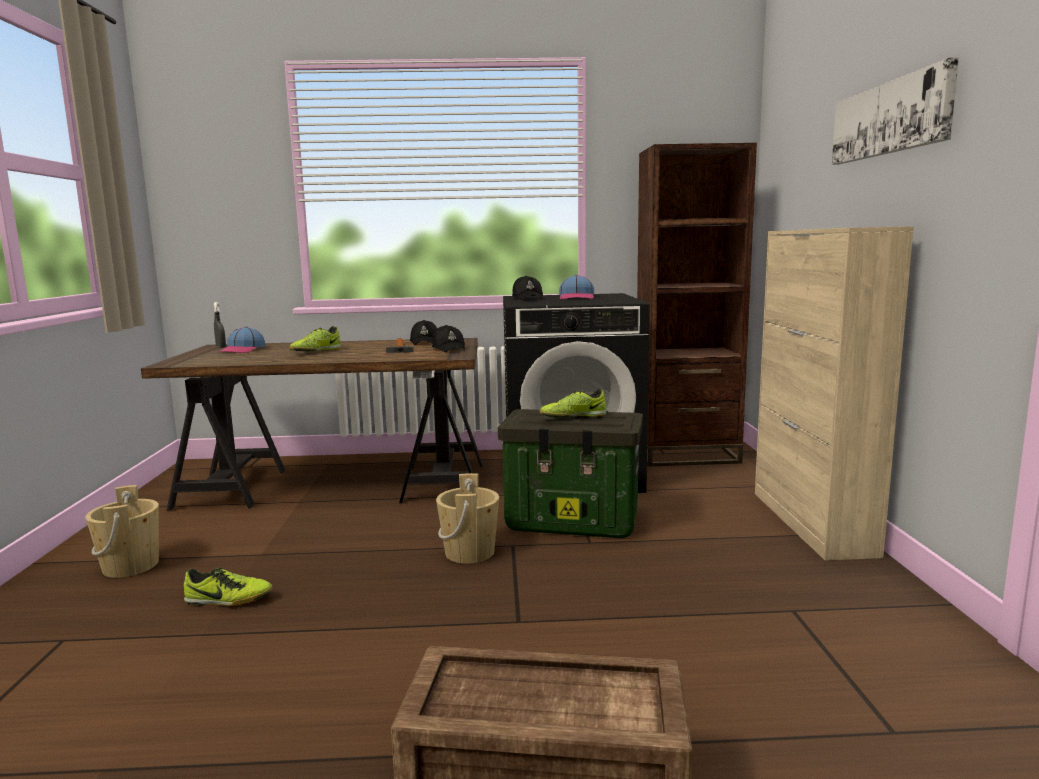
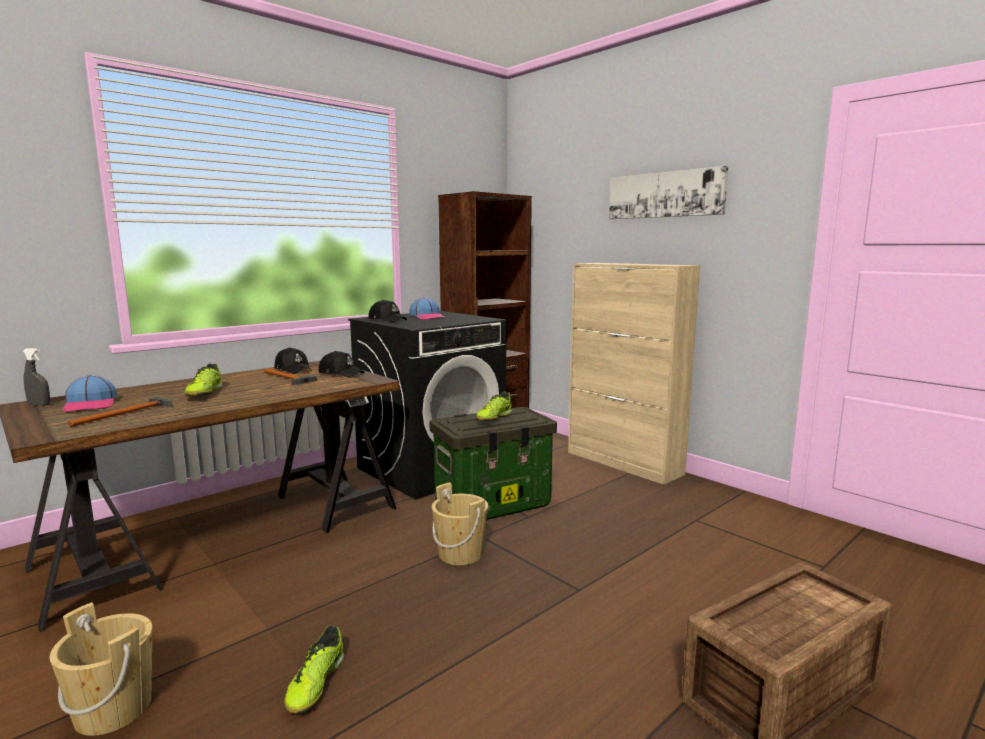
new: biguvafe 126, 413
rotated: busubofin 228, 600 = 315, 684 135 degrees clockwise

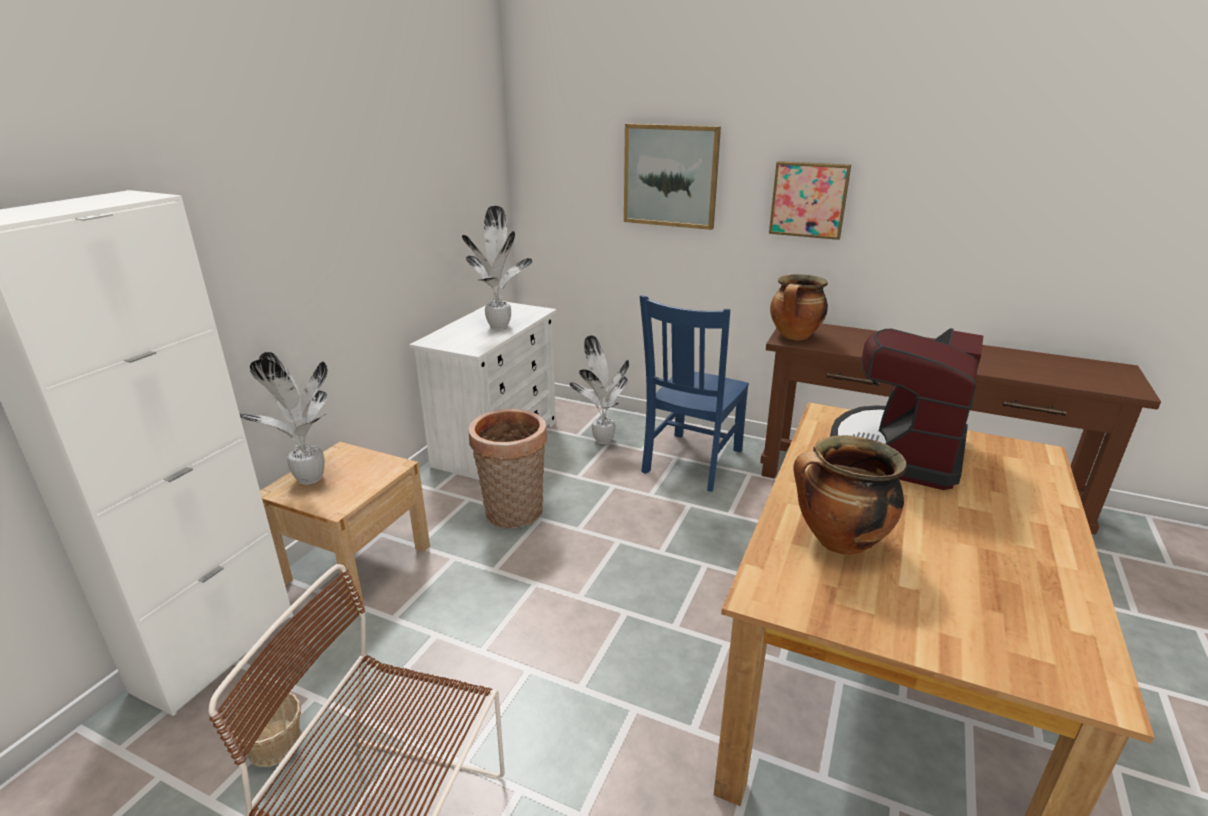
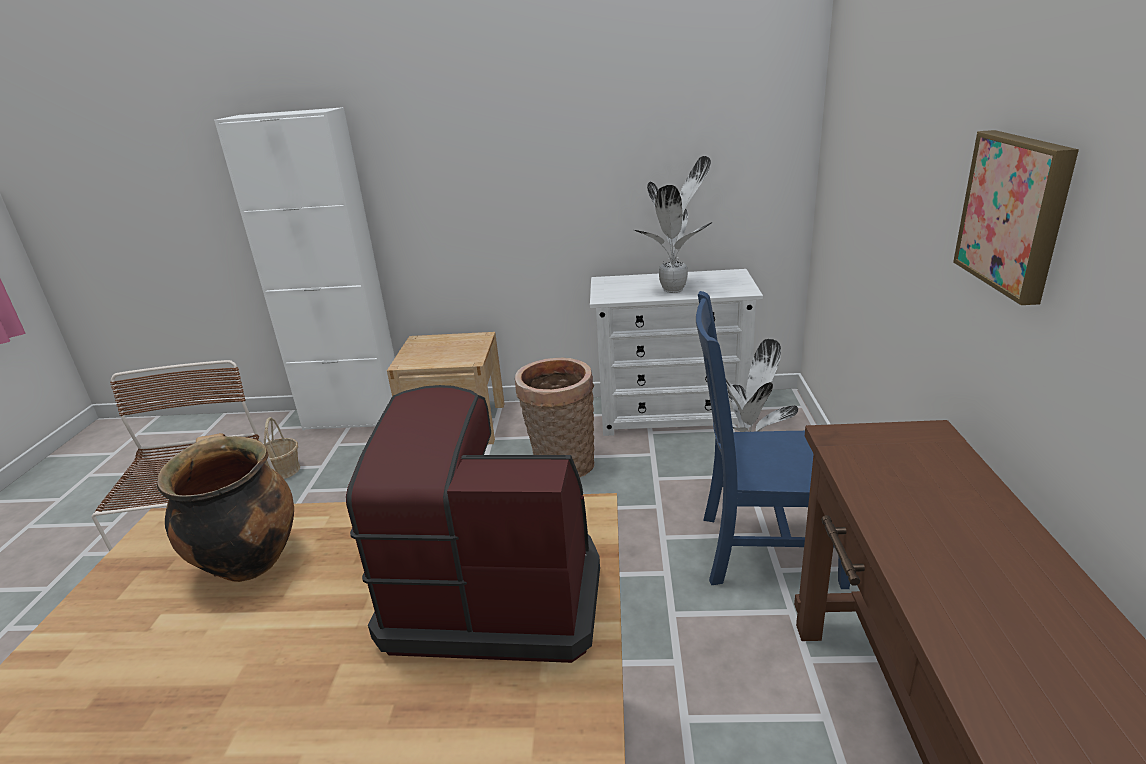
gone: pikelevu 308, 480; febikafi 671, 176; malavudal 795, 337

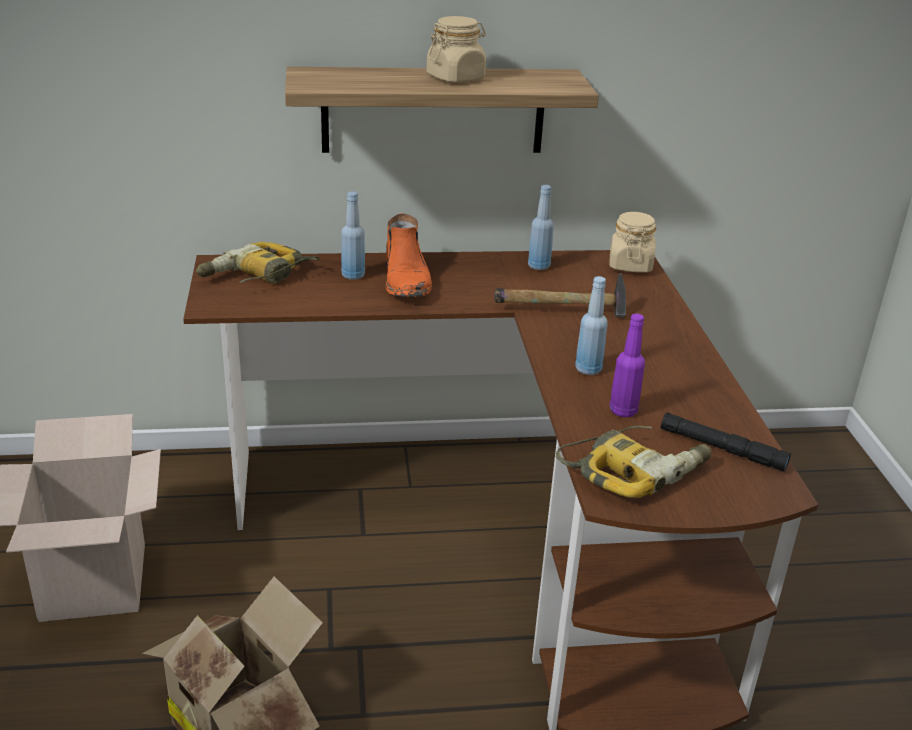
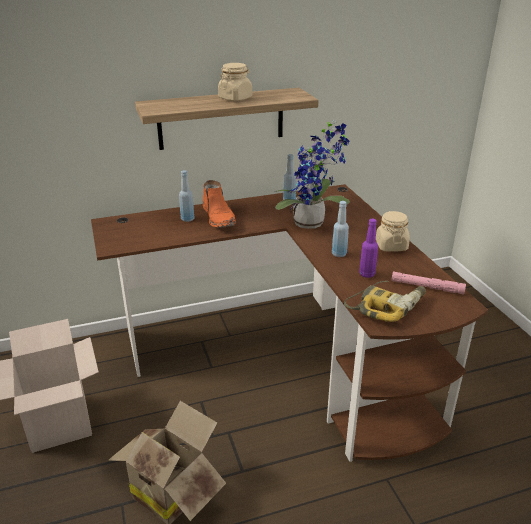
gone: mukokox 257, 276
shifted: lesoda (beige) 630, 265 to 391, 246
swapped: biguvafe 563, 311 to pikelevu 312, 224
repainted: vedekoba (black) 722, 449 to vedekoba (pink) 427, 287

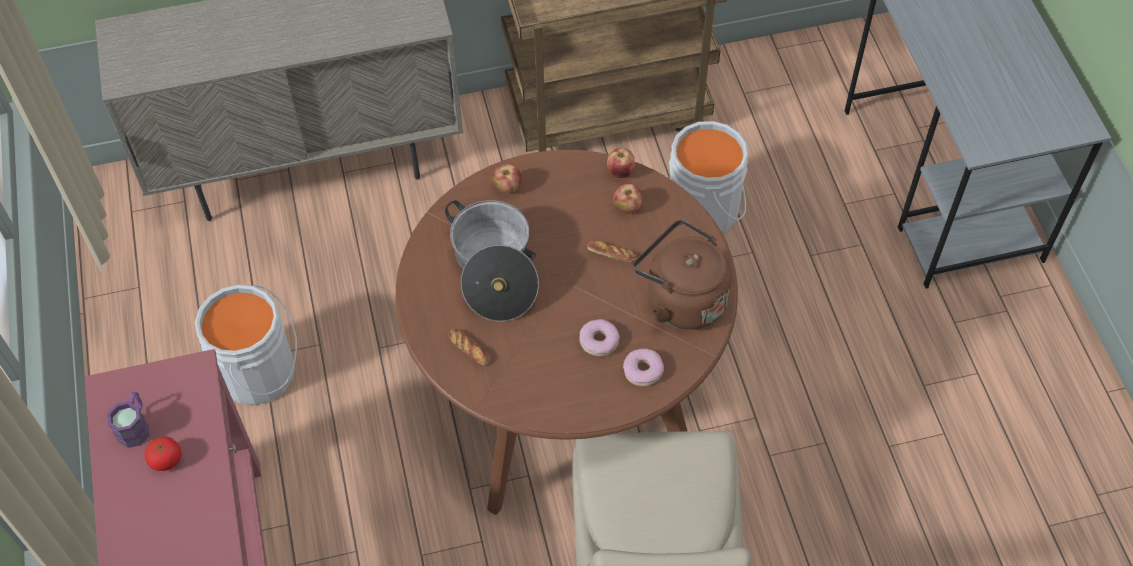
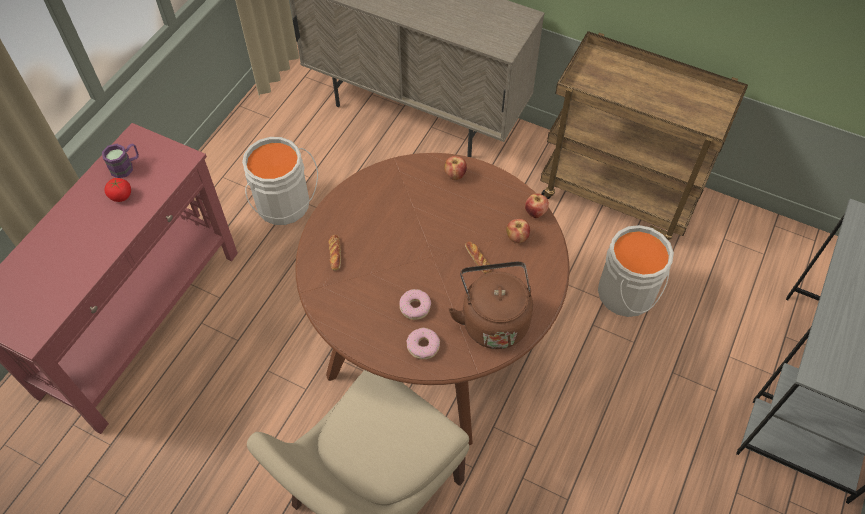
gone: malavudal 494, 271

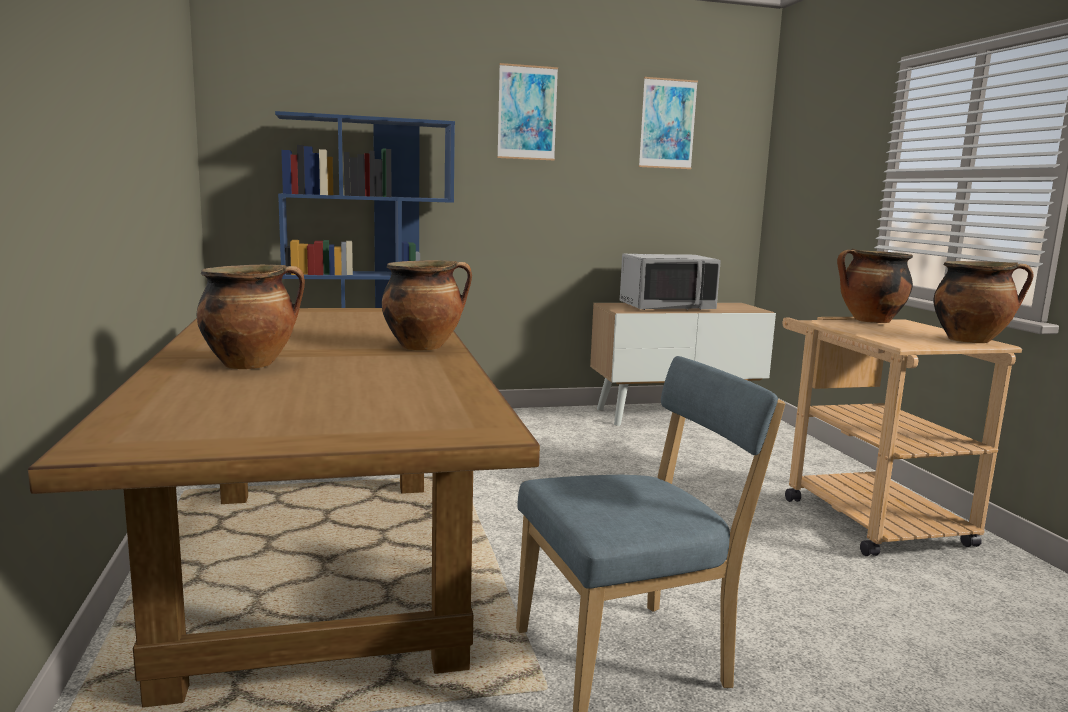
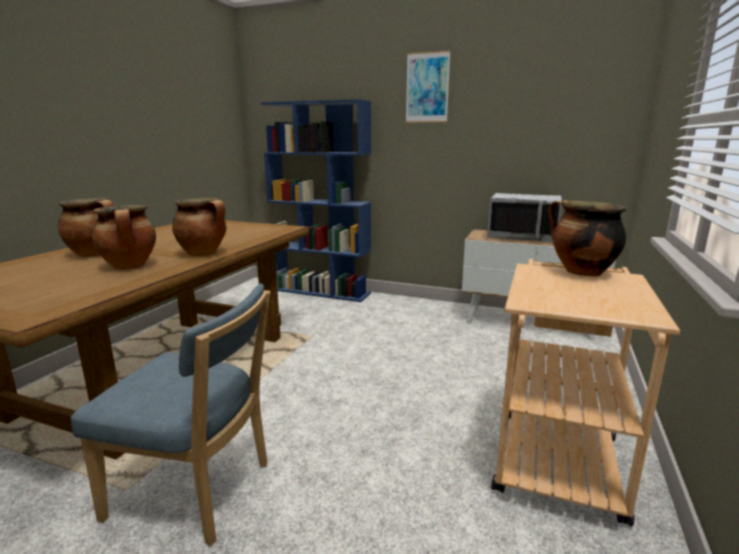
gone: febikafi 667, 124
shifted: malavudal 971, 340 to 130, 266

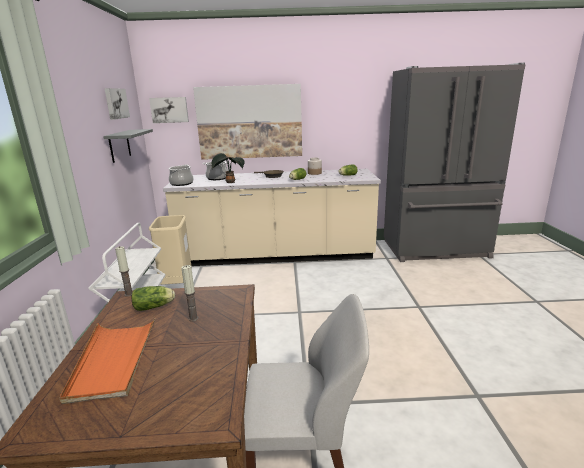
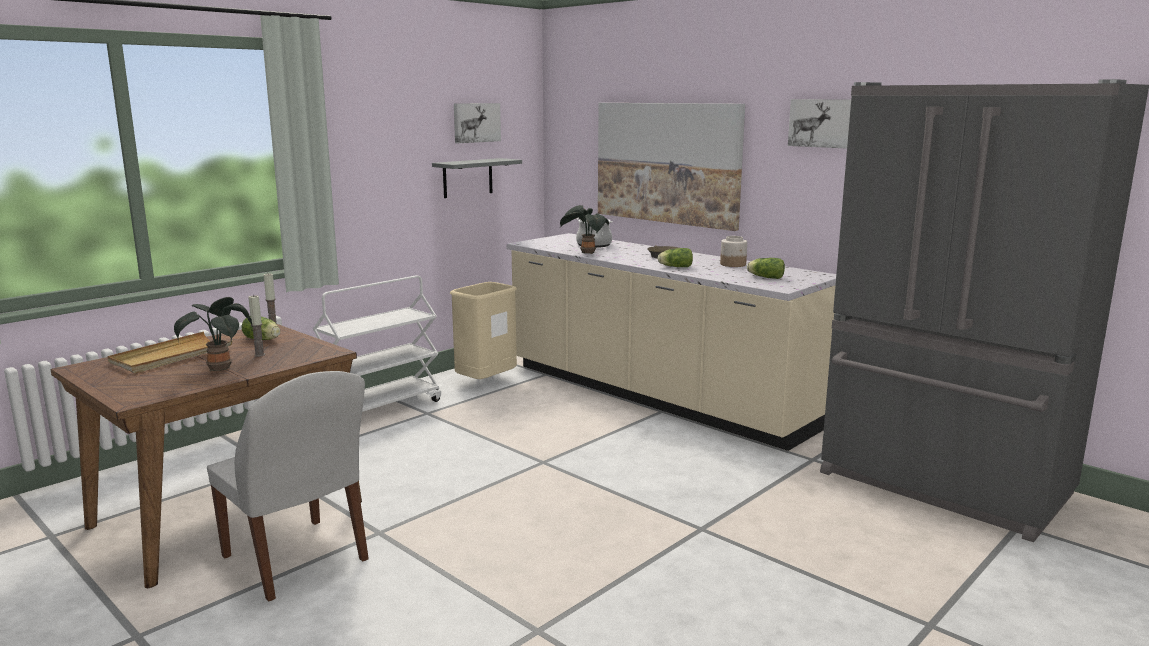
gone: malavudal 181, 183
new: pikelevu 220, 368
shifted: febikafi 169, 110 to 823, 123
repainted: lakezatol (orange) 113, 360 to lakezatol (beige) 171, 356

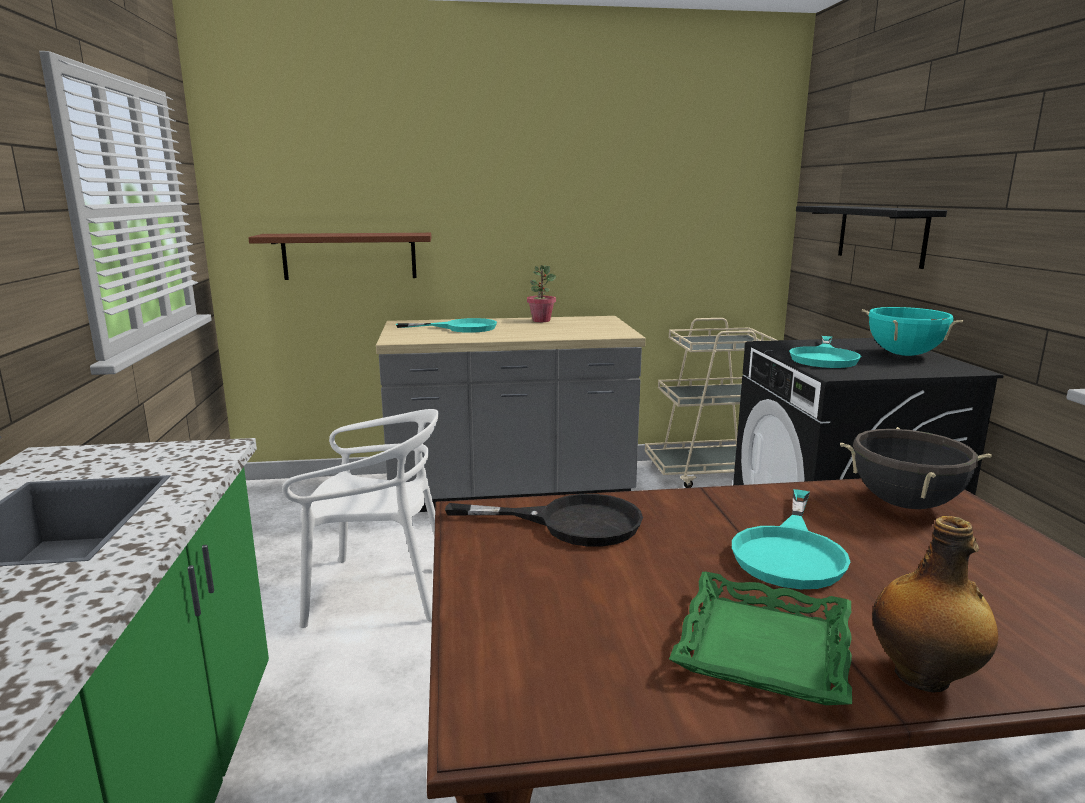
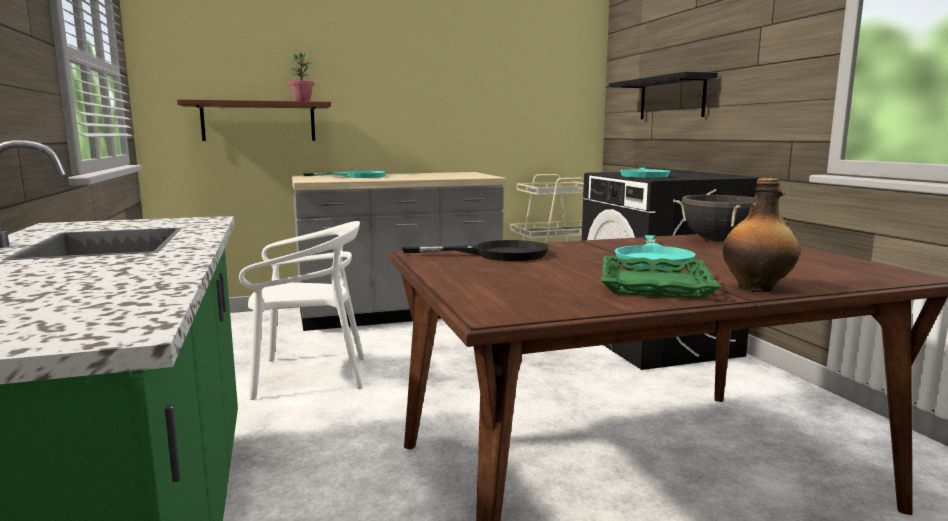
gone: malavudal (turquoise) 904, 354
shifted: pikelevu 541, 320 to 302, 102

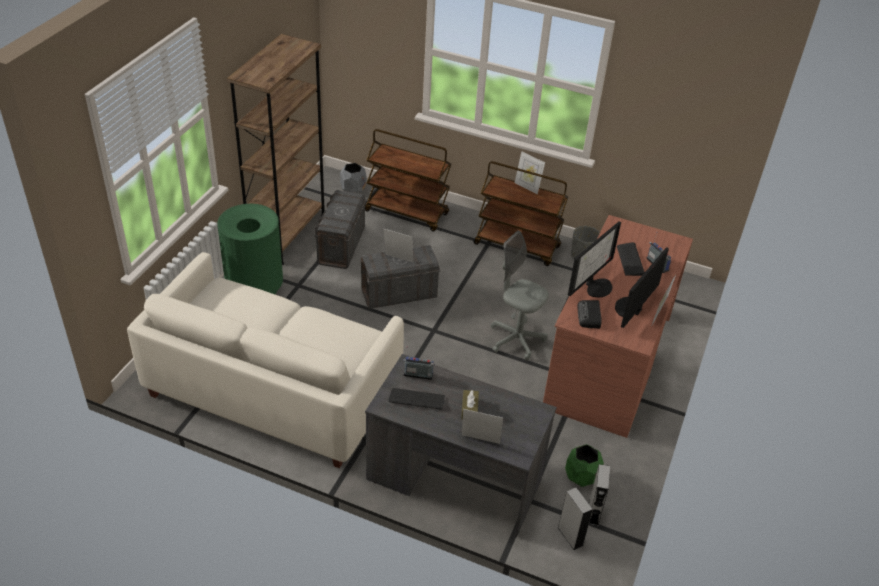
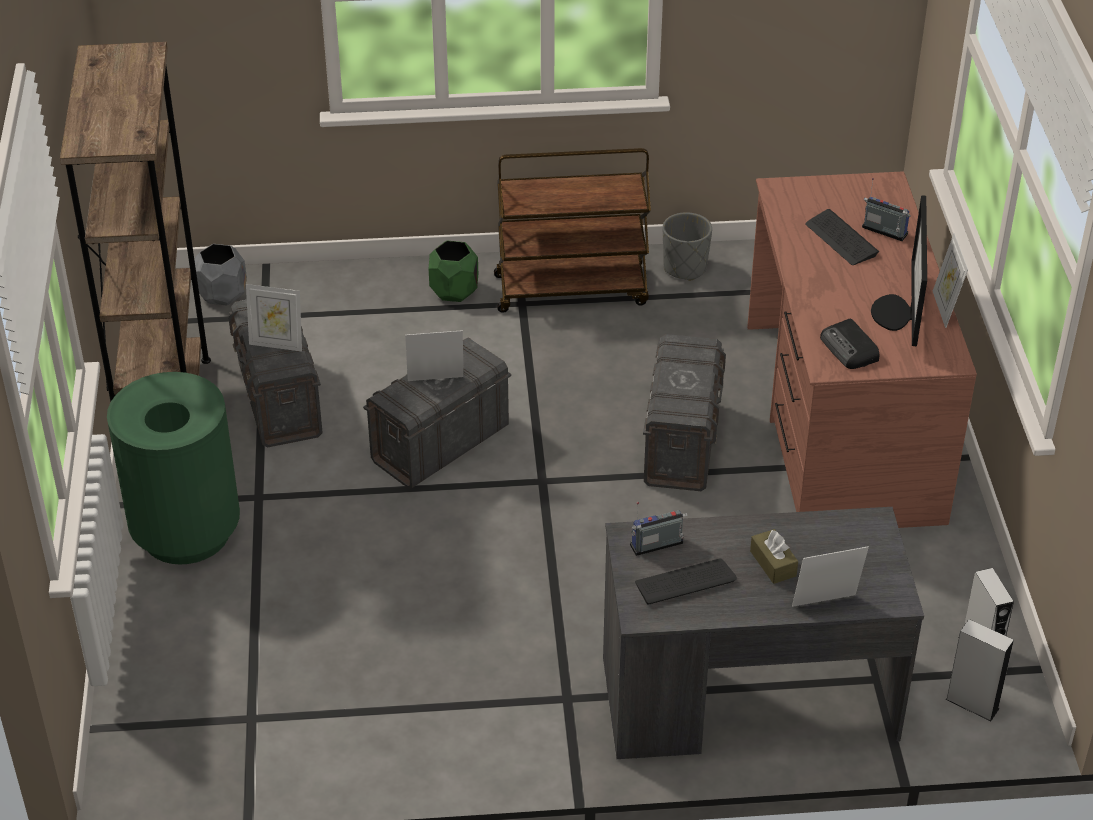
gone: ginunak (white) 273, 390; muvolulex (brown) 407, 212; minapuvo 596, 286
shifted: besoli 527, 187 to 277, 344; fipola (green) 581, 476 to 454, 291
swapped: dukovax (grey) 516, 339 to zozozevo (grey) 681, 443

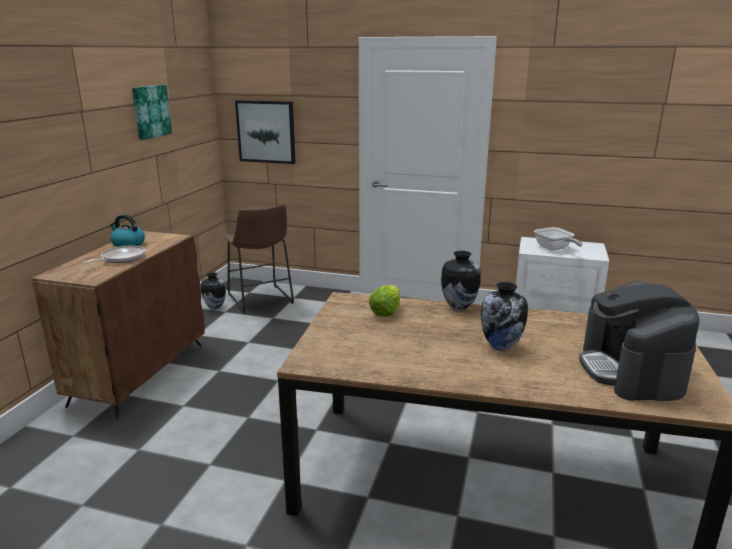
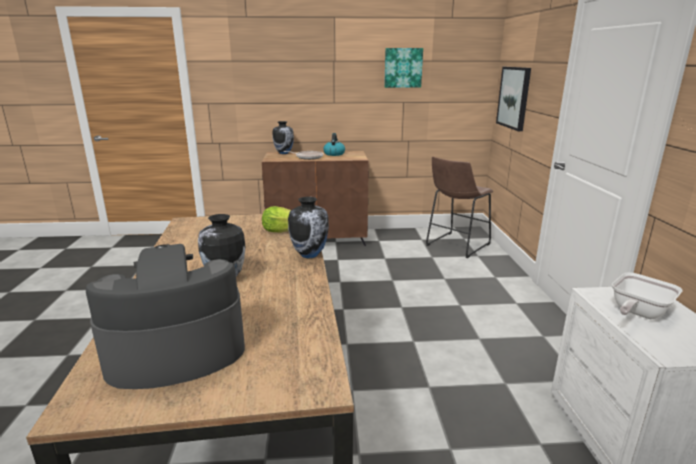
shifted: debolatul 215, 307 to 284, 153

